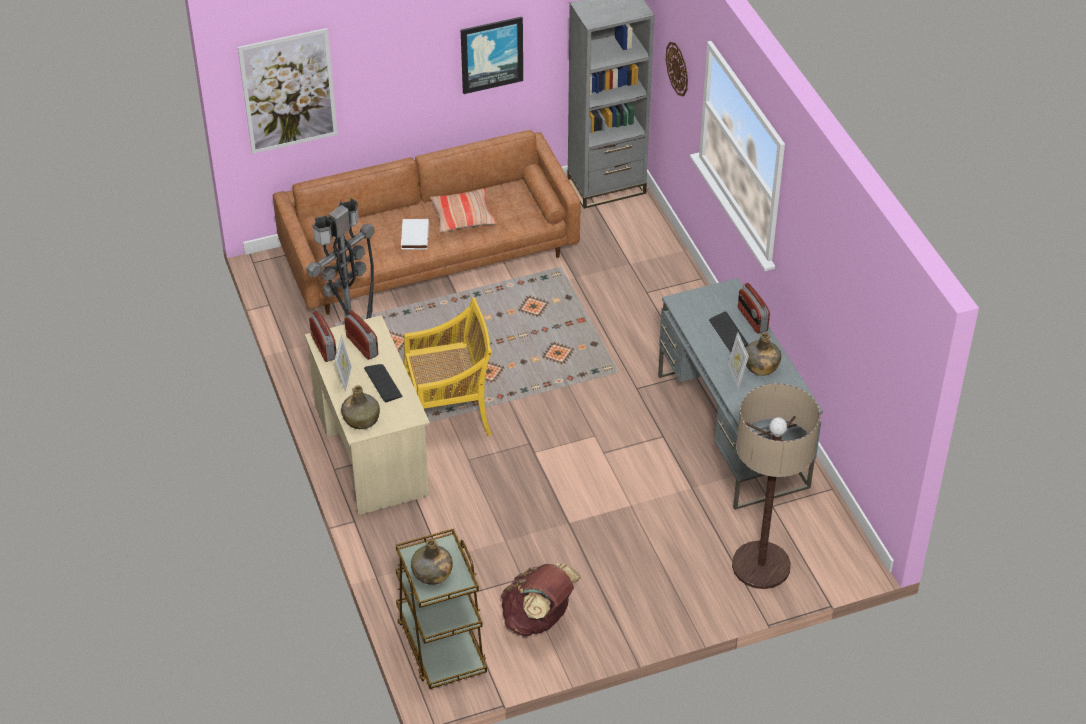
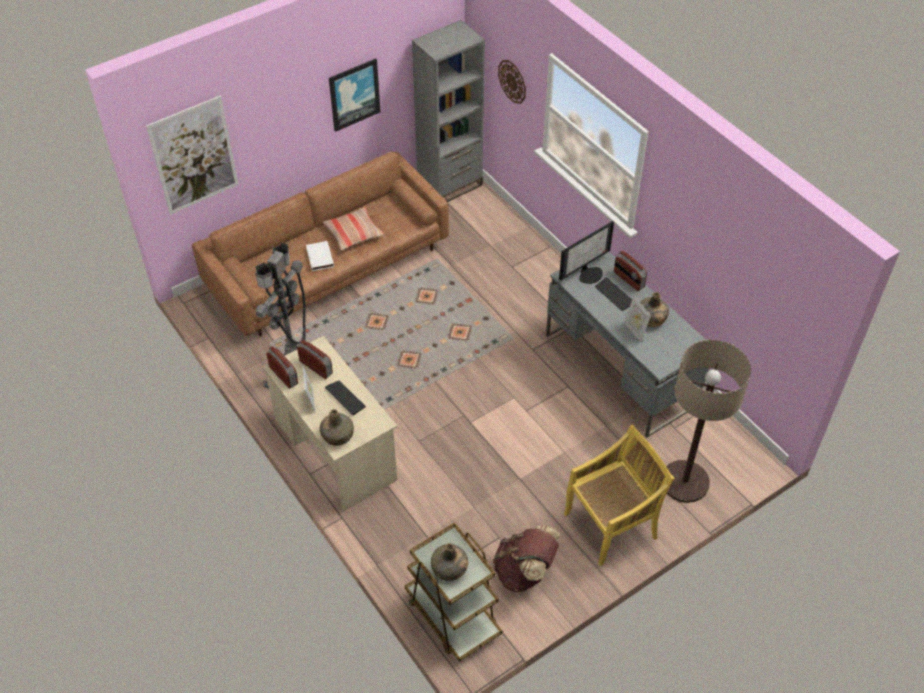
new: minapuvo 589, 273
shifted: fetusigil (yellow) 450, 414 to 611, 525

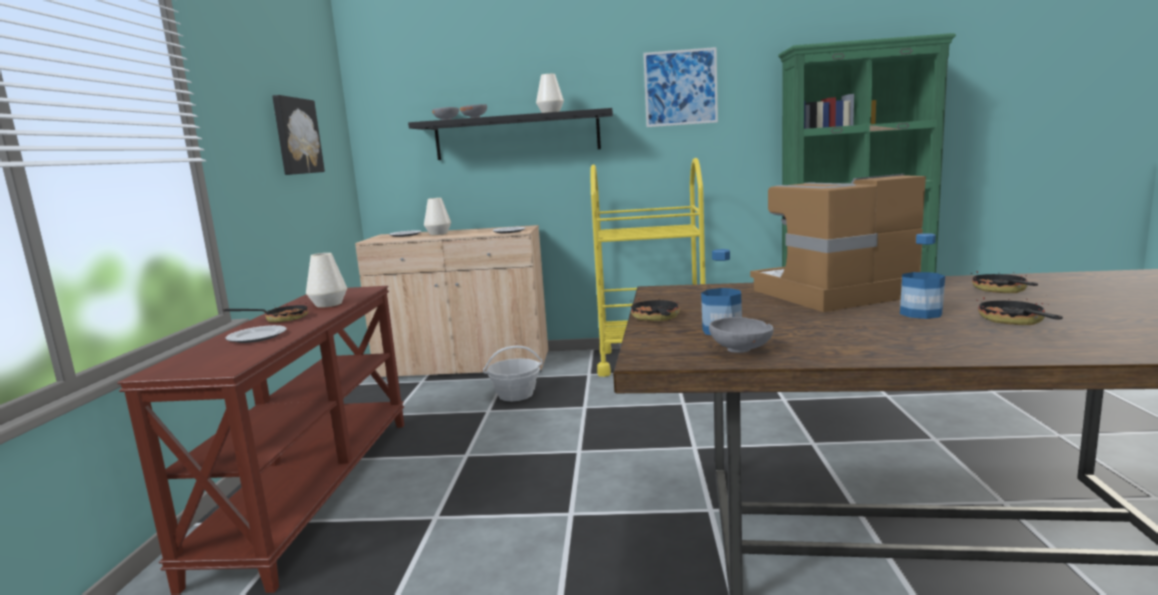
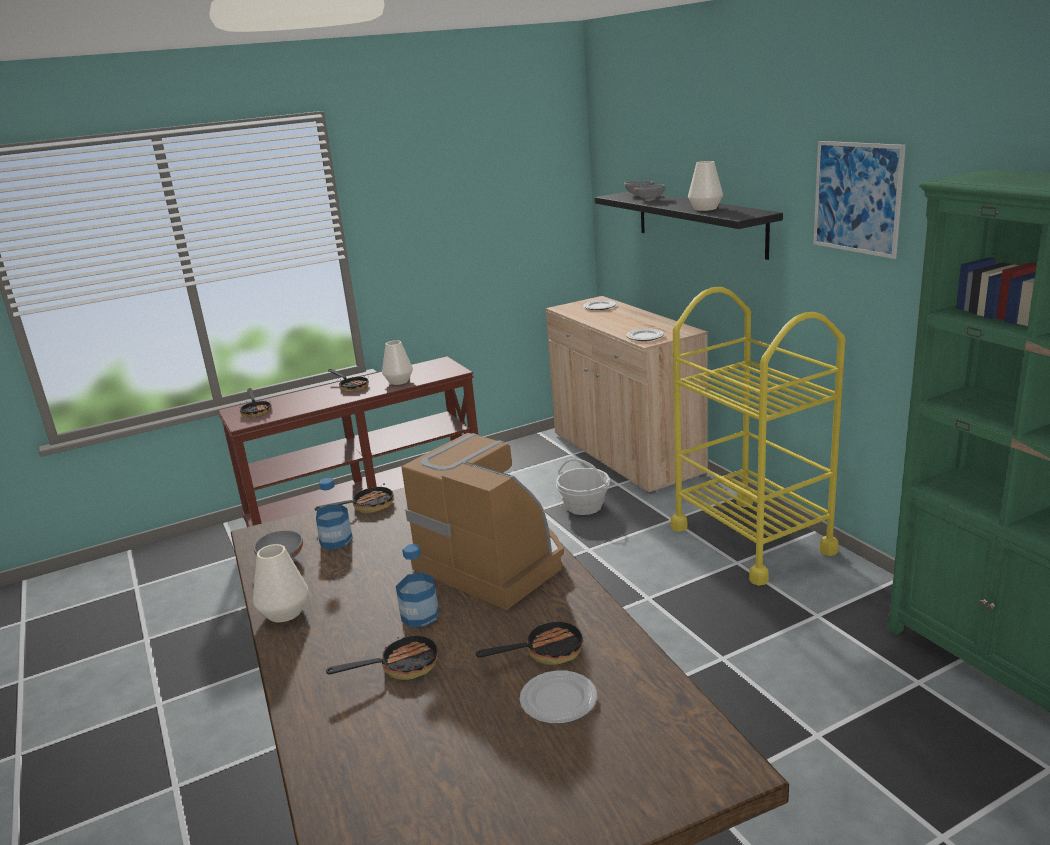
gone: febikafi 296, 136
new: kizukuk 256, 411
shifted: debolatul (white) 438, 234 to 284, 612; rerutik 256, 337 to 557, 701

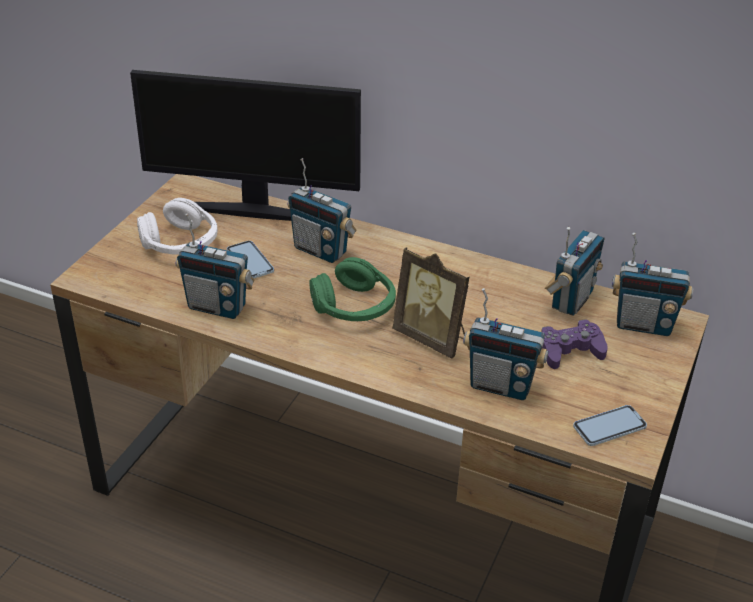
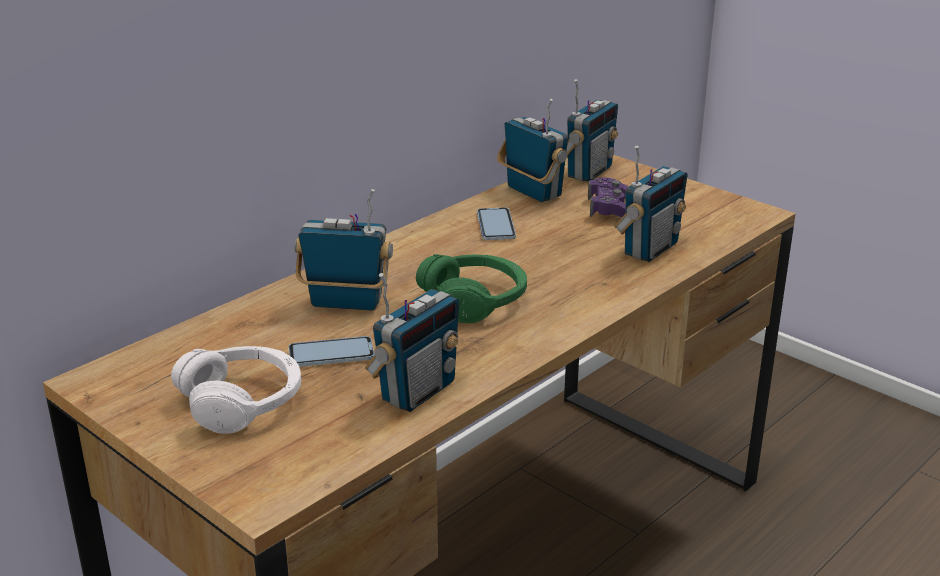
gone: minapuvo 254, 210; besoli 432, 337
shifted: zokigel 609, 427 to 496, 225
rotated: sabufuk 321, 250 = 346, 303 135 degrees counterclockwise

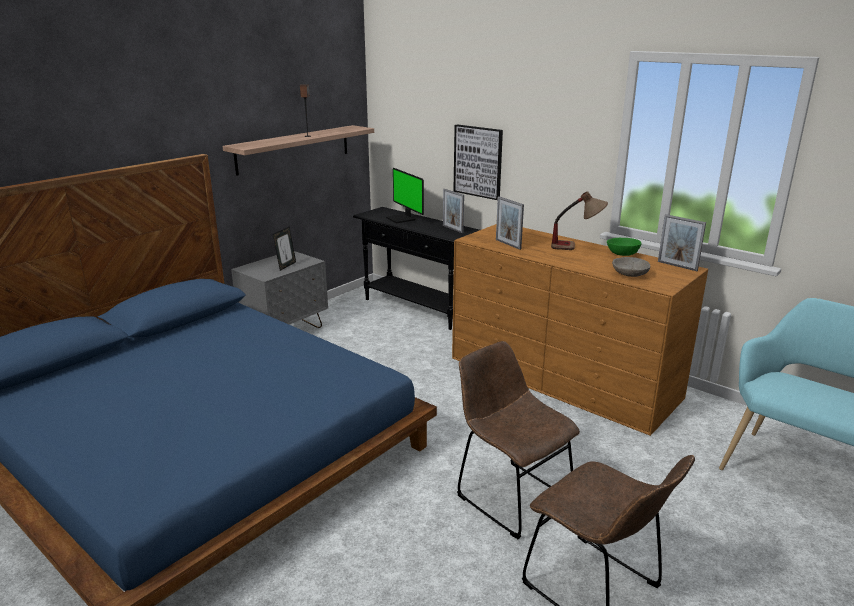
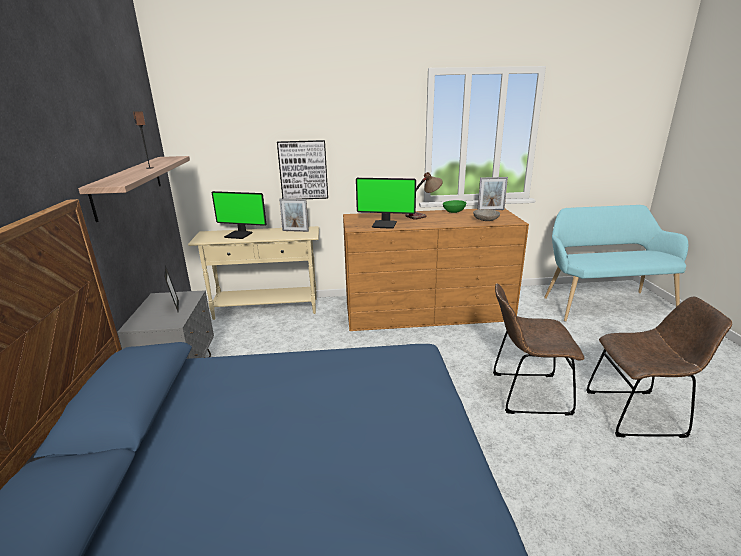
swapped: besoli 508, 244 to minapuvo 385, 224
repainted: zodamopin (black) 418, 308 to zodamopin (beige) 267, 309

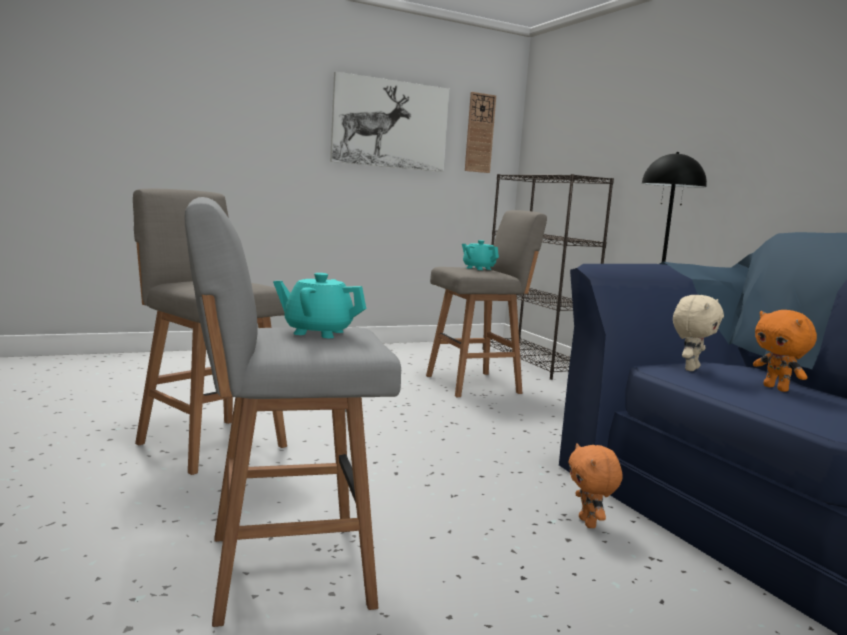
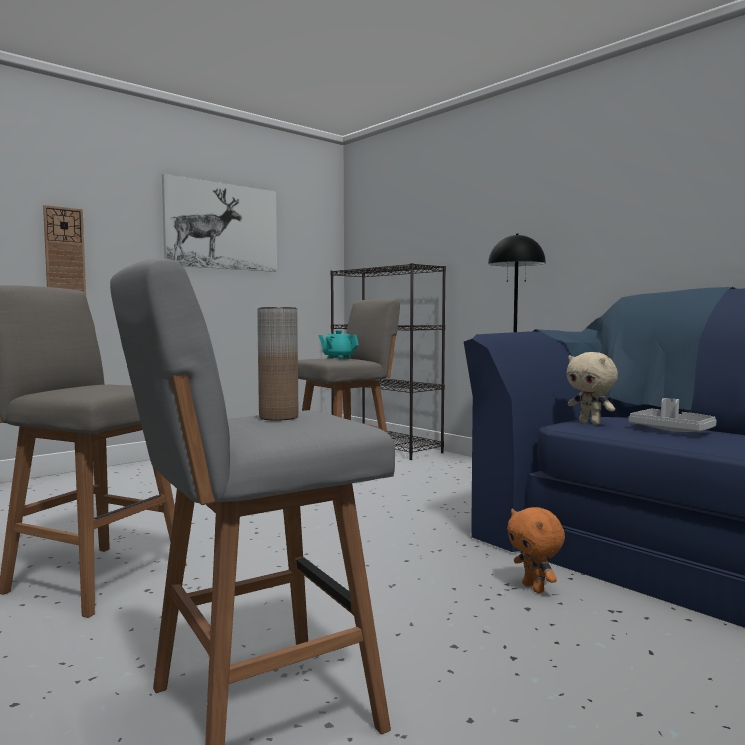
shifted: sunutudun 479, 133 to 64, 256
swapped: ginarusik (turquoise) 318, 332 to debolatul (brown) 278, 417; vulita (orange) 777, 388 to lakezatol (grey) 672, 430
rotated: vulita (beige) 690, 369 = 590, 423 120 degrees clockwise

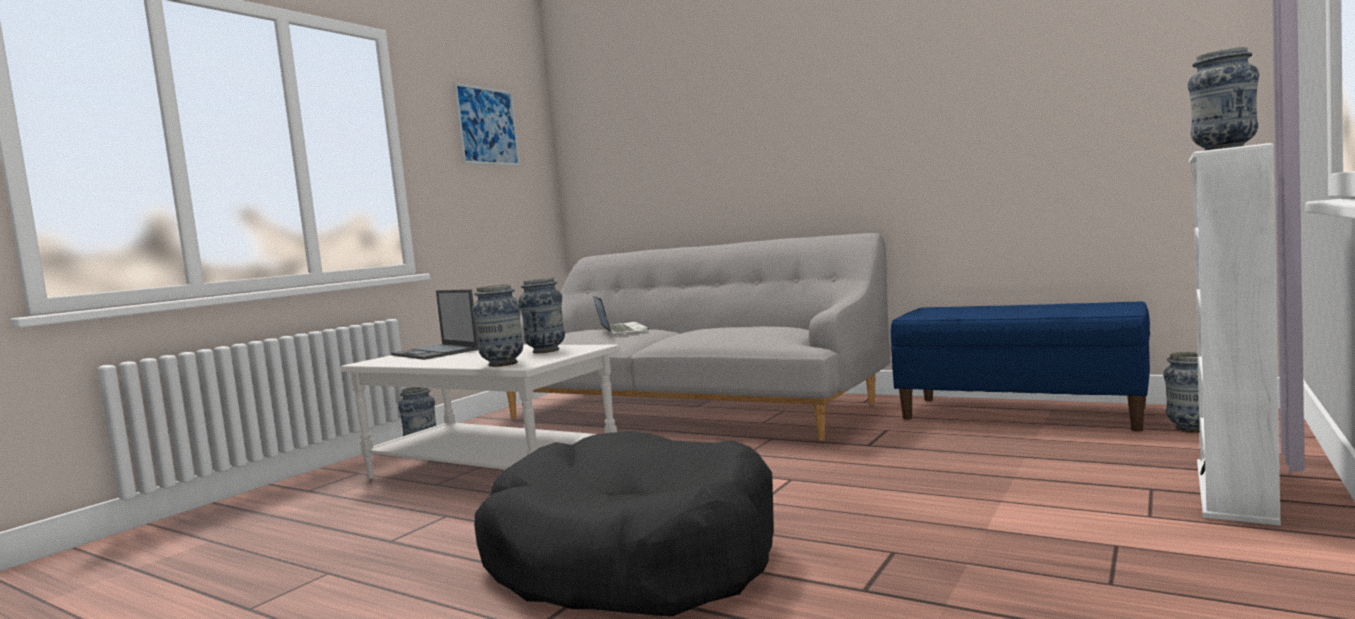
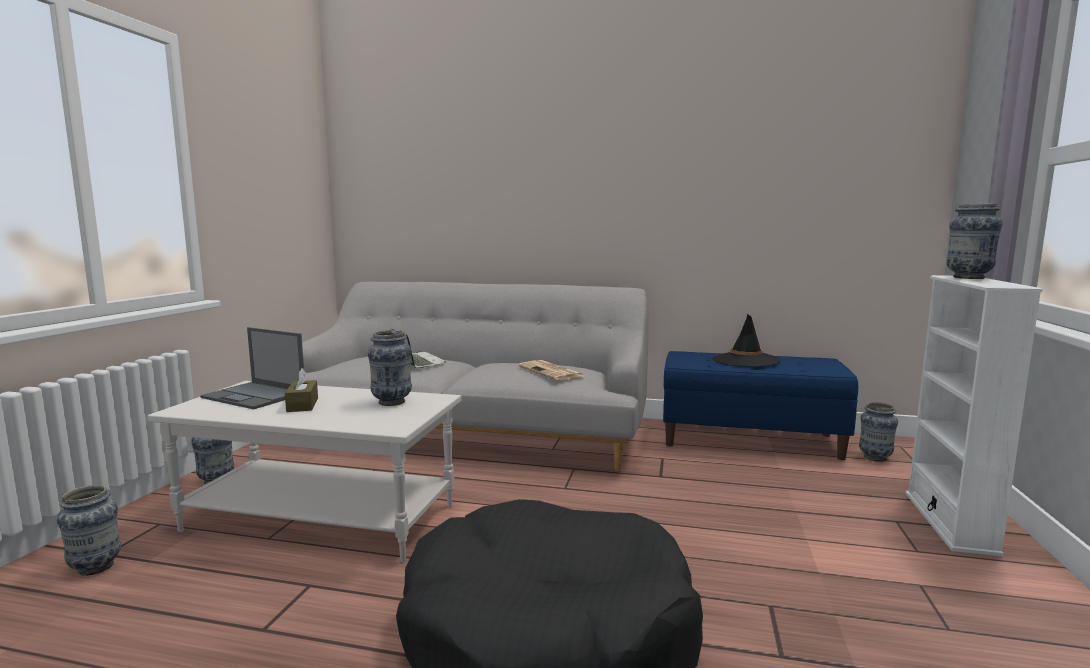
gone: febikafi 487, 126
new: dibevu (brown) 302, 405; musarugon 551, 371; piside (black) 745, 360
shifted: debolatul 502, 364 to 95, 567

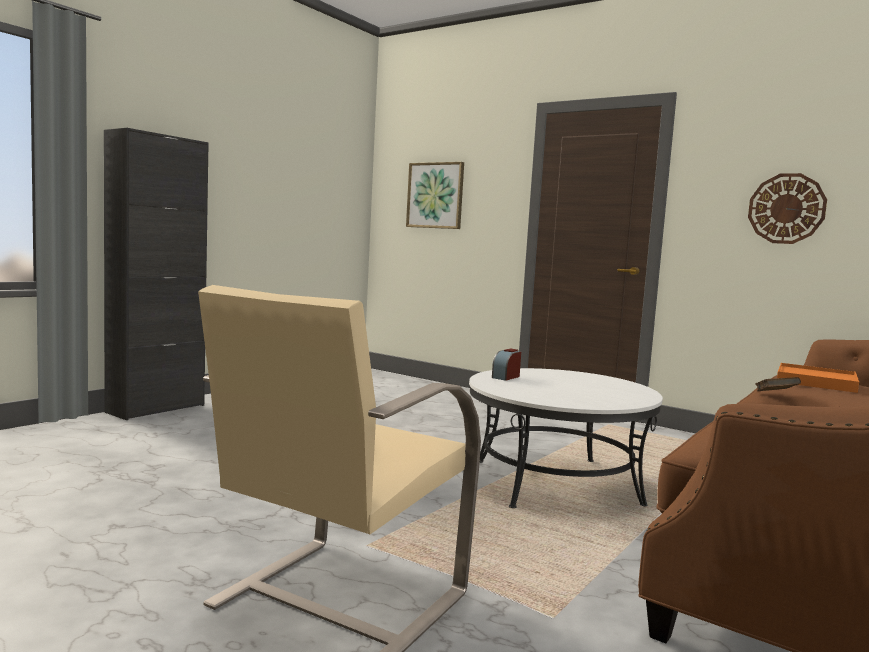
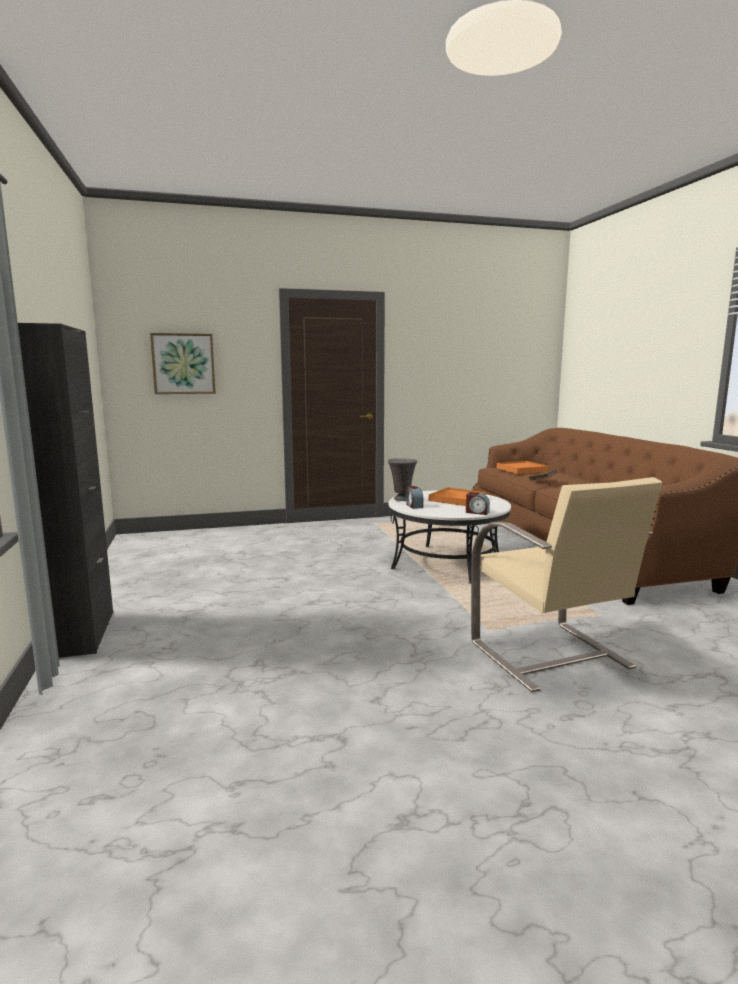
gone: sunutudun 786, 208
new: debolatul (grey) 401, 499; lakezatol (orange) 457, 499; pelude 477, 512

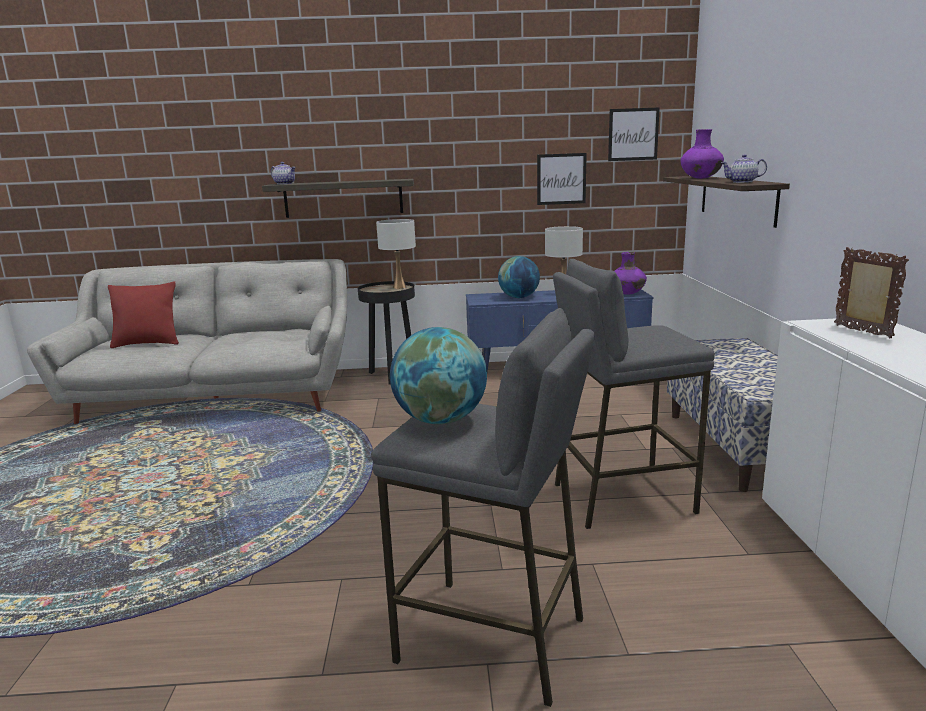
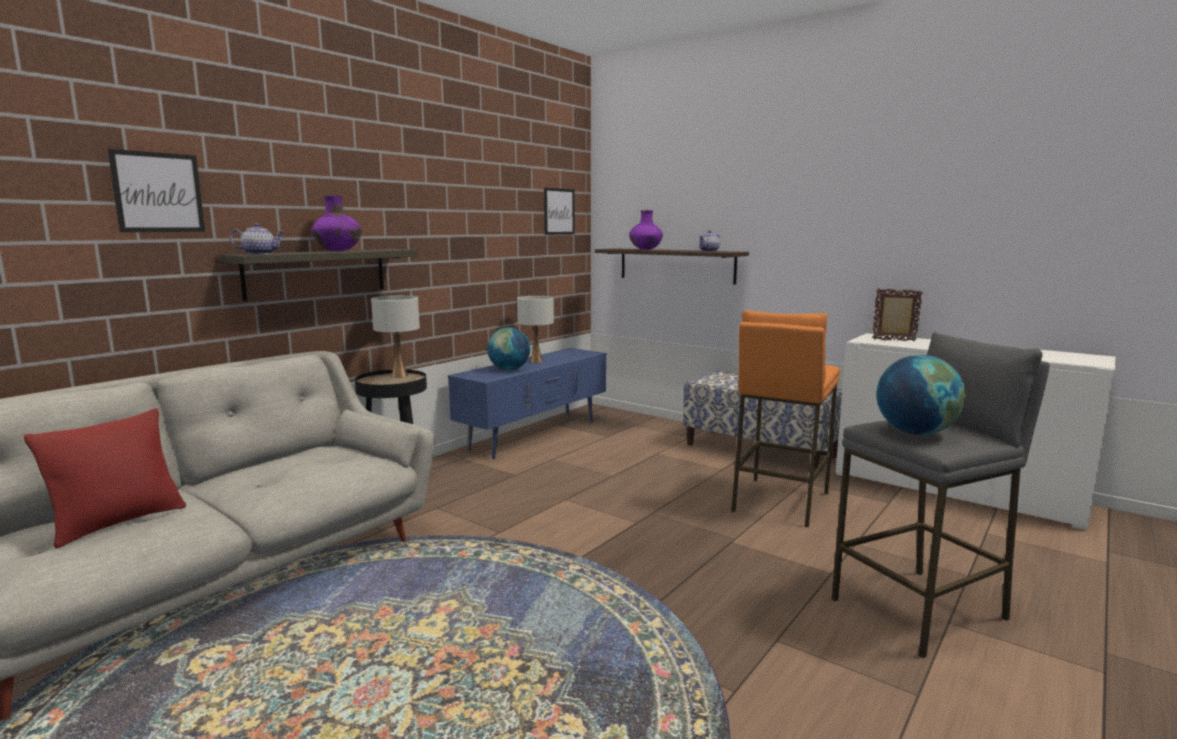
shifted: febikafi 561, 179 to 158, 192; debolatul (purple) 627, 294 to 338, 251
repainted: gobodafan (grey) 622, 497 to gobodafan (orange) 779, 502

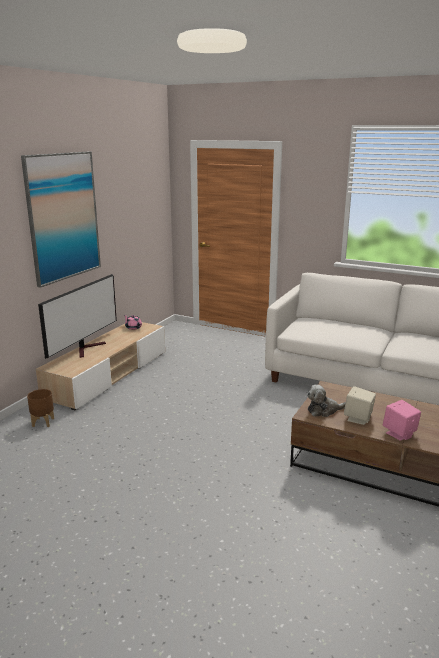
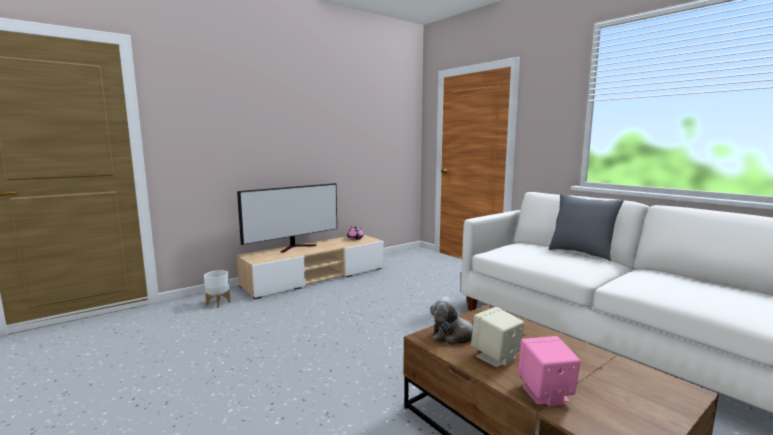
gone: febikafi 63, 217
new: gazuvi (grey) 581, 253
repainted: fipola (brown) 43, 422 to fipola (white) 218, 303

